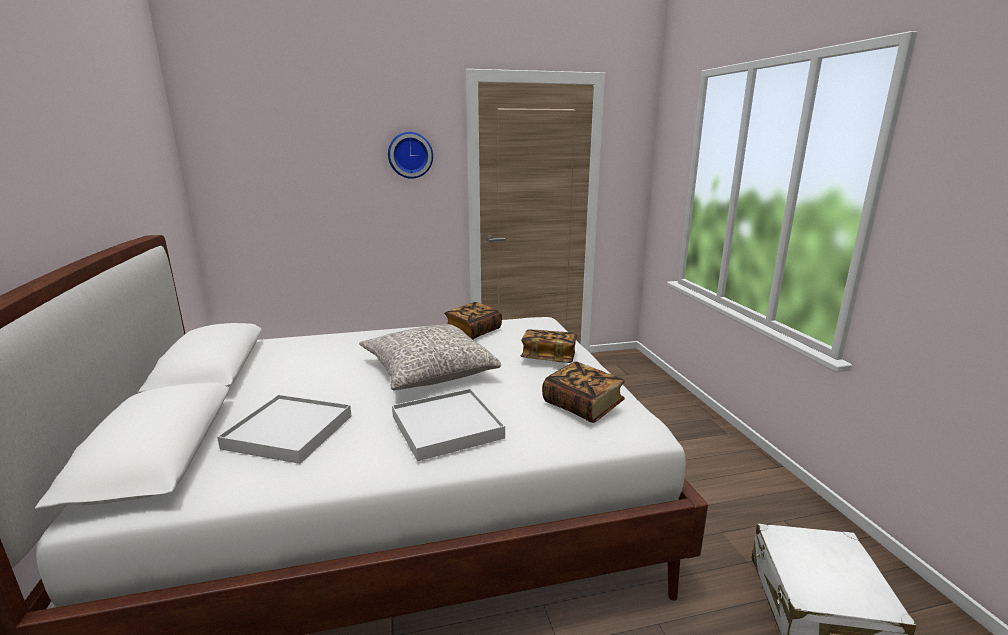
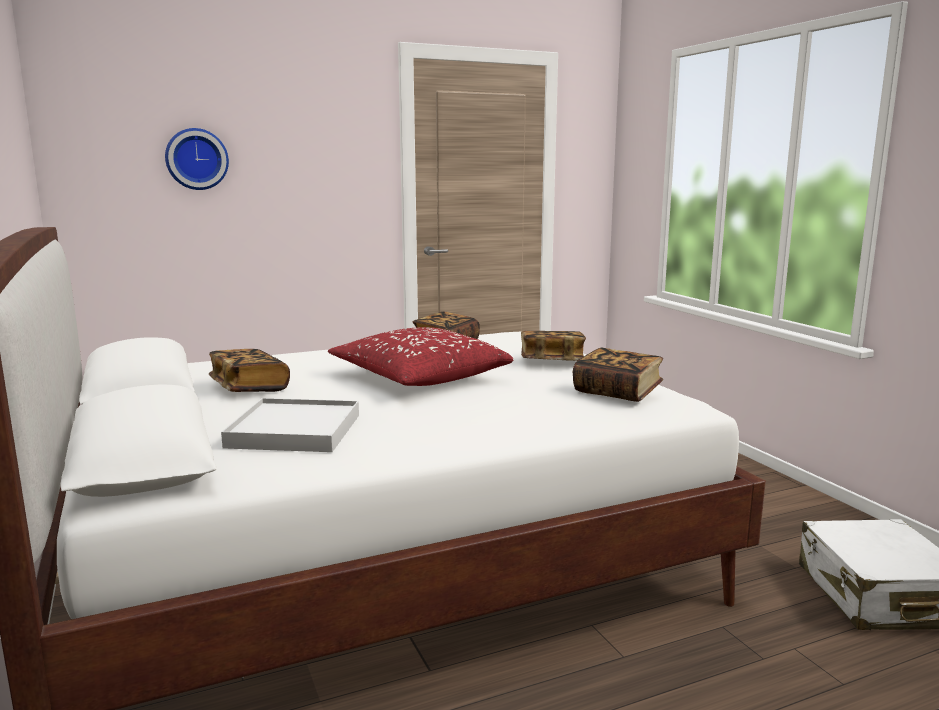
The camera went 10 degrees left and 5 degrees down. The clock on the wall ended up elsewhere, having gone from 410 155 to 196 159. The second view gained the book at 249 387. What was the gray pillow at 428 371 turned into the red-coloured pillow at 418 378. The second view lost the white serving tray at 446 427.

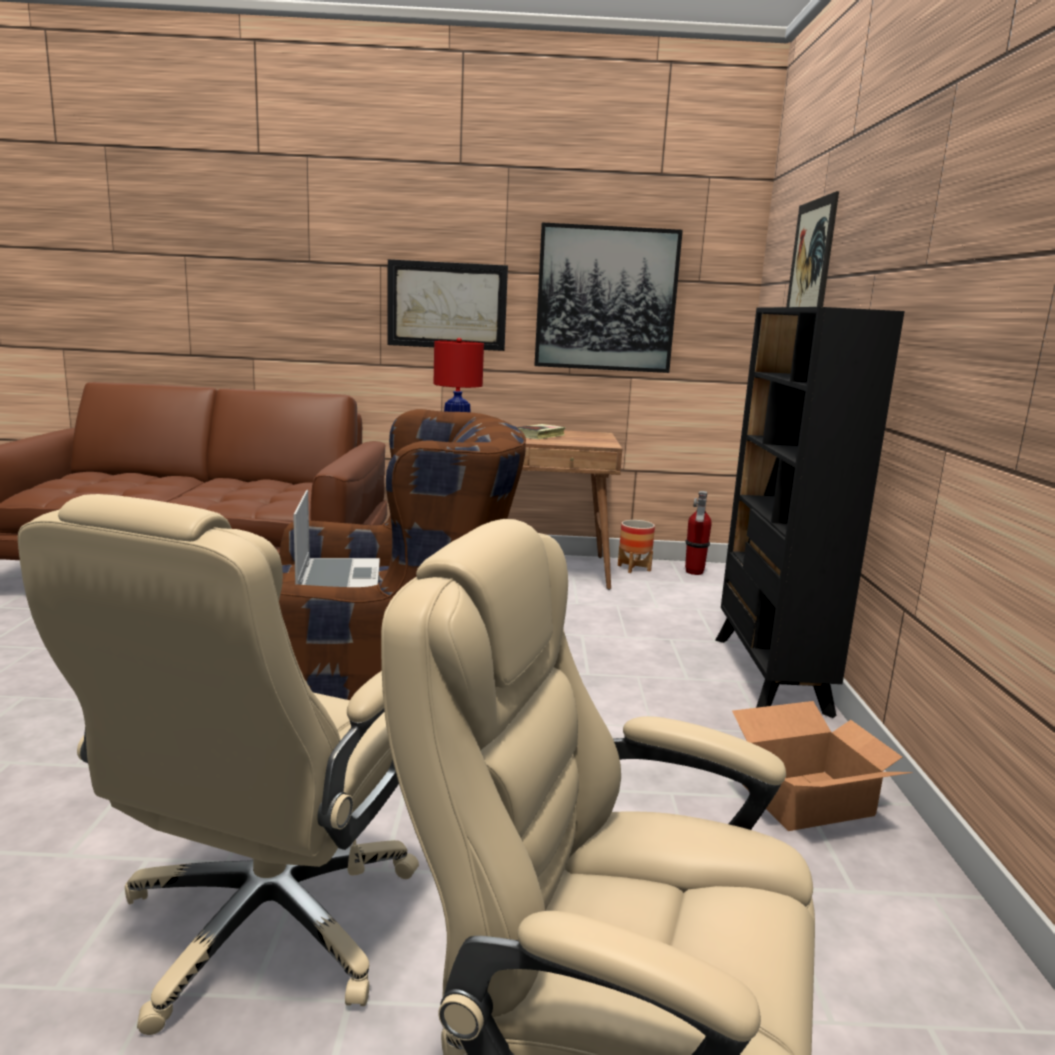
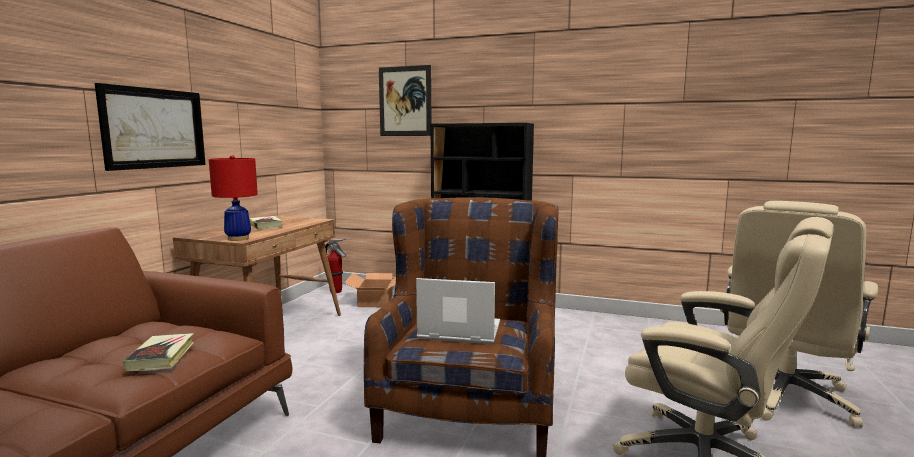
The camera went 70 degrees left and 5 degrees down. The second view gained the book at 161 356. The cardboard box ended up elsewhere, having gone from 808 800 to 376 301. The second view lost the wall picture at 606 299. The second view lost the flower pot at 634 568.

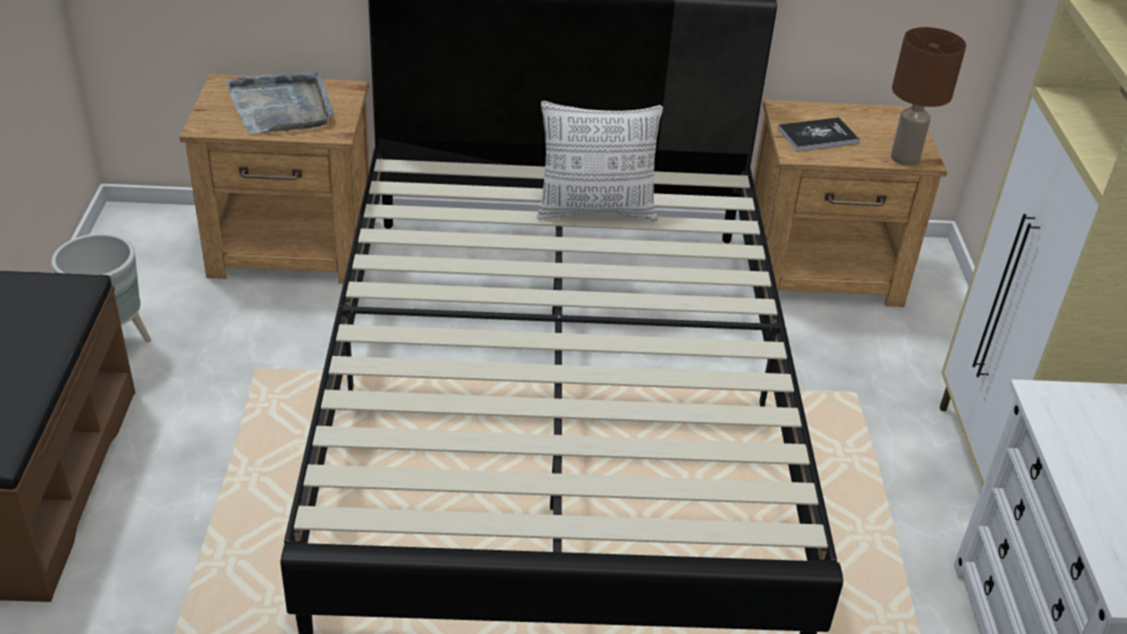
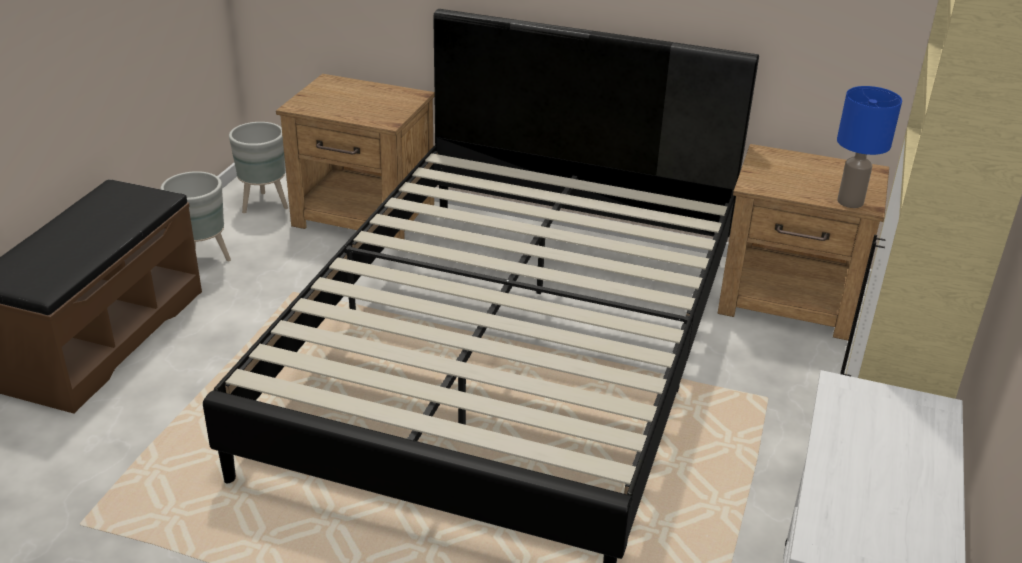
The camera went 20 degrees right and 5 degrees down. The second view gained the gray flower pot at 265 204. What was the brownish tabletop lamp at 904 158 turned into the bluish tabletop lamp at 850 202. The second view lost the gray serving tray at 282 107. The second view lost the pillow at 596 211. The second view lost the book at 817 136.

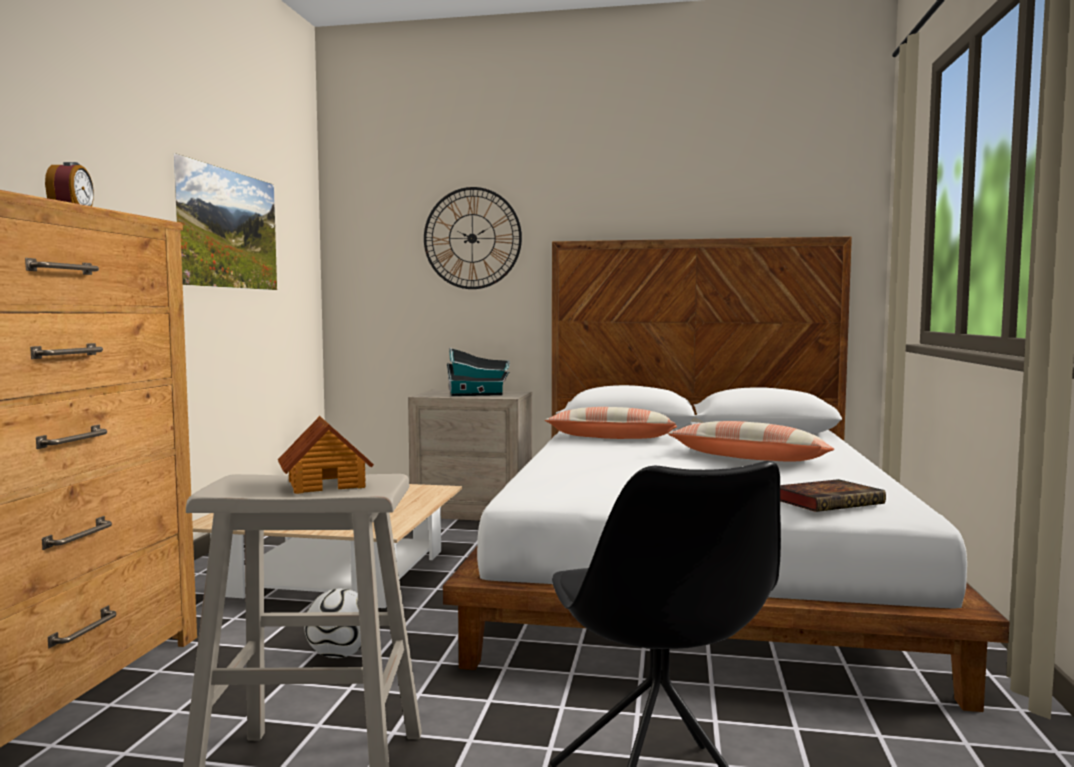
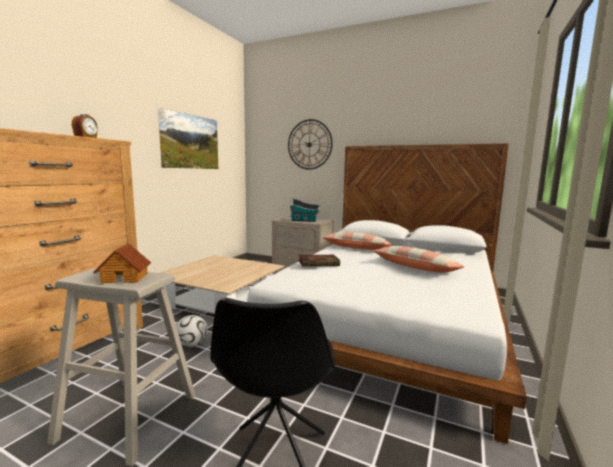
The camera went 15 degrees right and 5 degrees up. The book ended up elsewhere, having gone from 829 502 to 319 263.

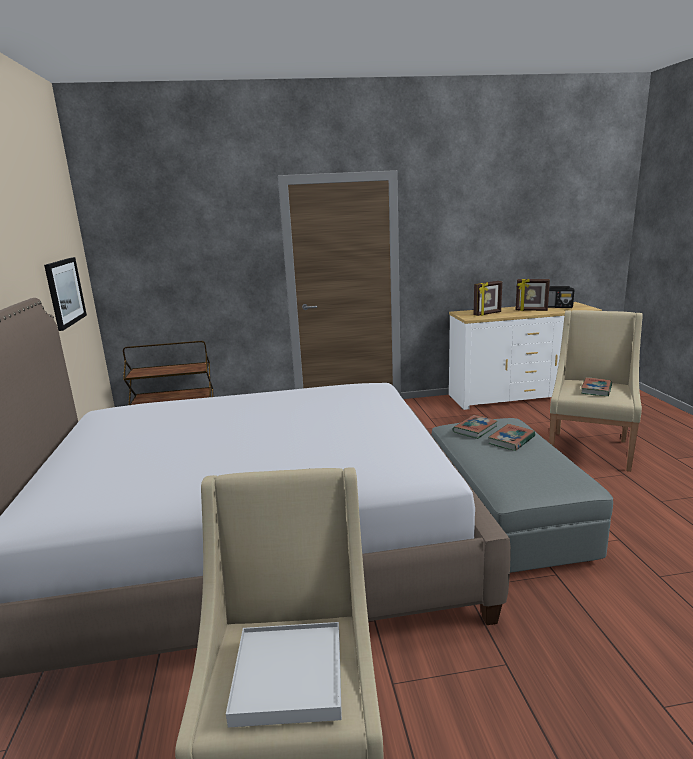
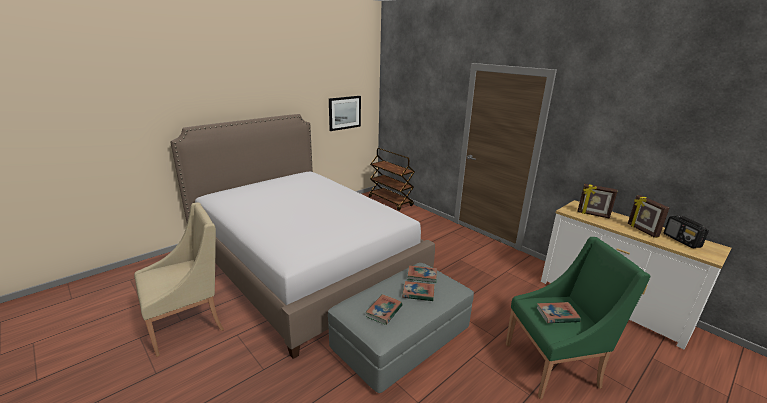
The camera went 55 degrees right and 5 degrees up. The second view gained the book at 384 311. What was the beige armchair at 589 449 turned into the green armchair at 554 365. The second view lost the white serving tray at 289 676.

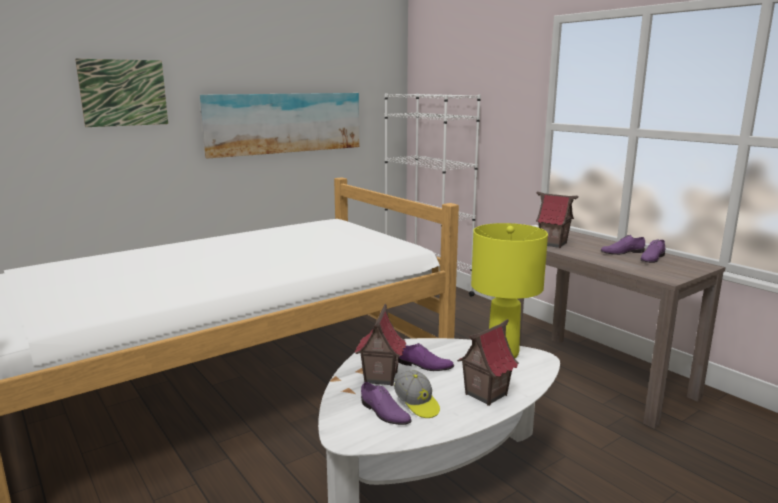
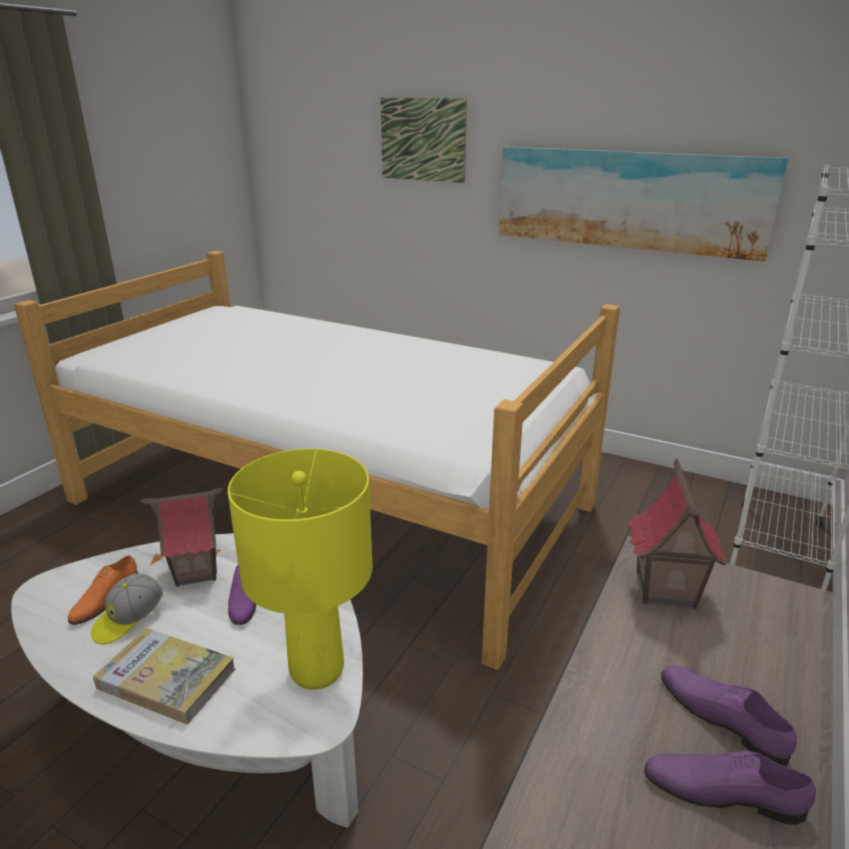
The camera went 65 degrees right and 10 degrees up. What was the purple-coloured item of footwear at 384 412 turned into the orangey item of footwear at 104 598. Where the model house stood at 485 394, the book came to stand at 166 678.

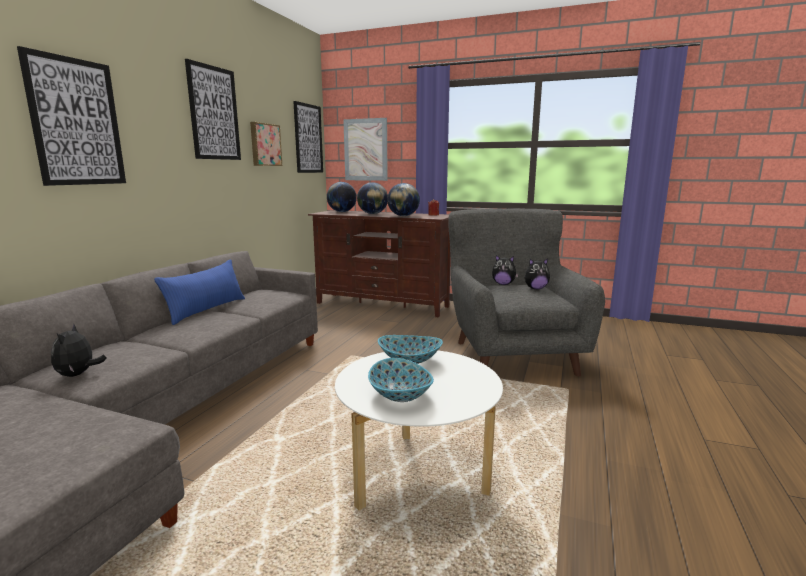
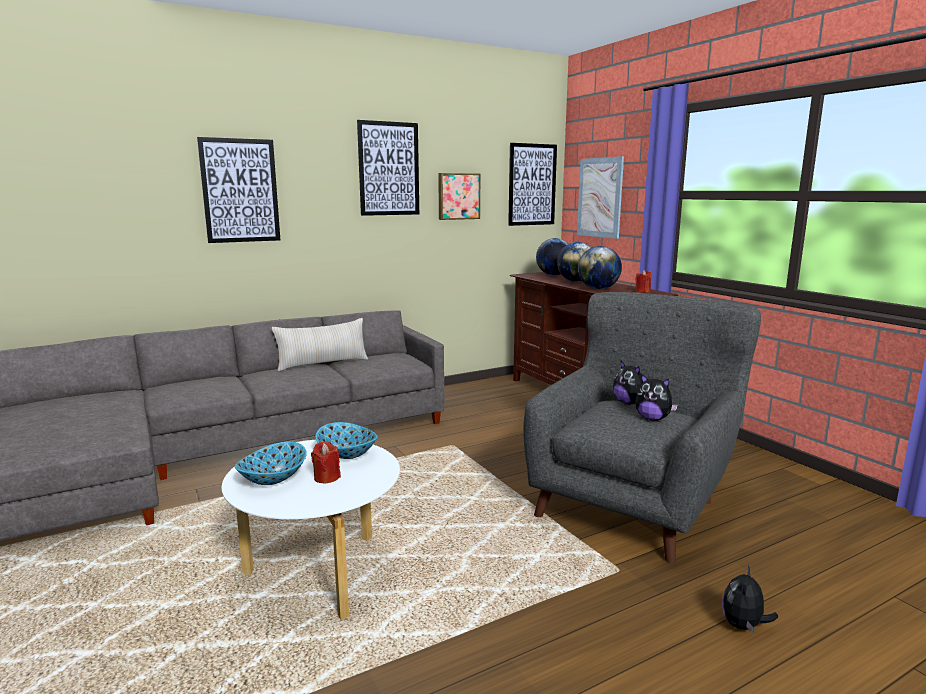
The camera went 40 degrees right and 0 degrees up. What was the bluish pillow at 206 310 turned into the beige pillow at 322 363. The second view gained the red-coloured wax light at 327 477. The plush toy ended up elsewhere, having gone from 78 374 to 743 626.

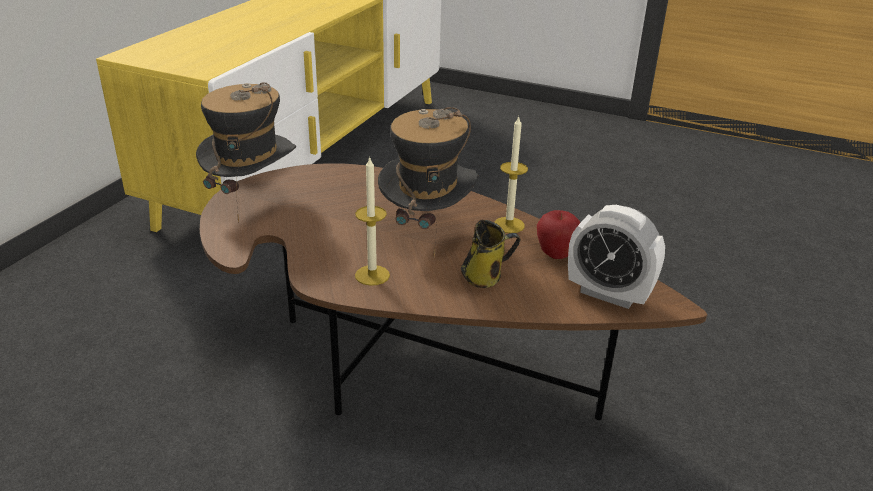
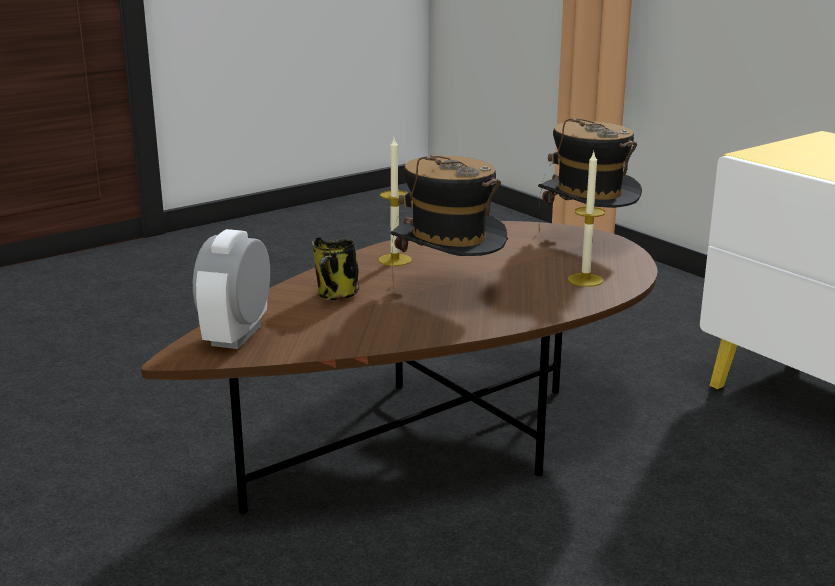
The camera went 120 degrees right and 10 degrees down. The alarm clock at 608 294 ended up facing another way, 45 degrees counterclockwise from before. The wax light ended up elsewhere, having gone from 509 225 to 585 280. The second view lost the apple fruit at 556 255.

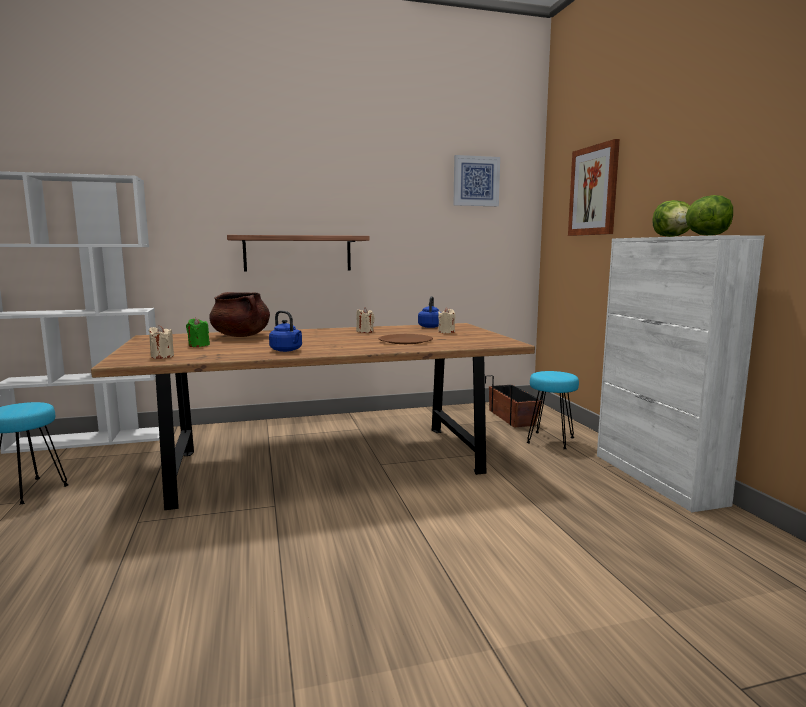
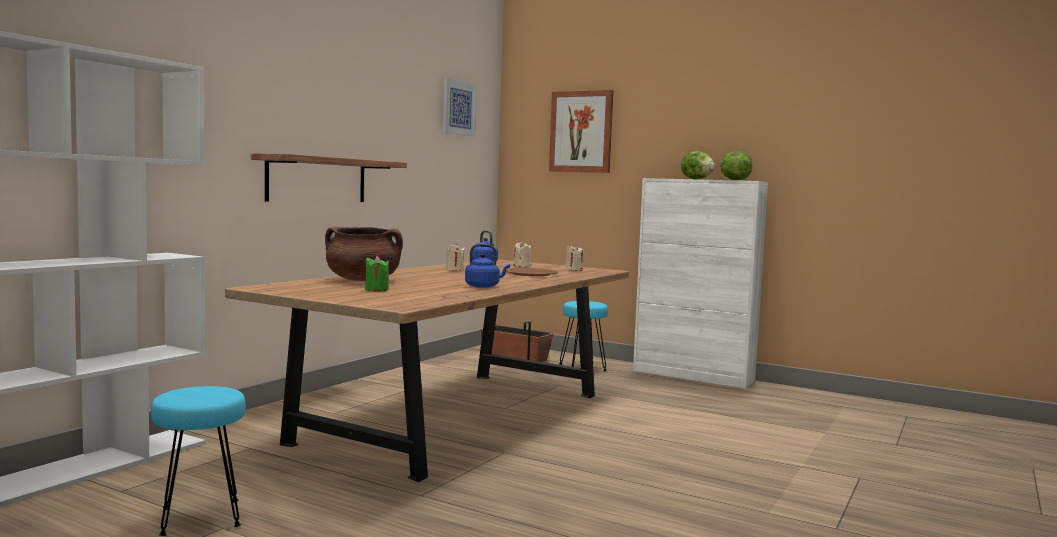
The camera went 45 degrees left and 5 degrees down. The beige wax light ended up elsewhere, having gone from 162 356 to 574 270.

